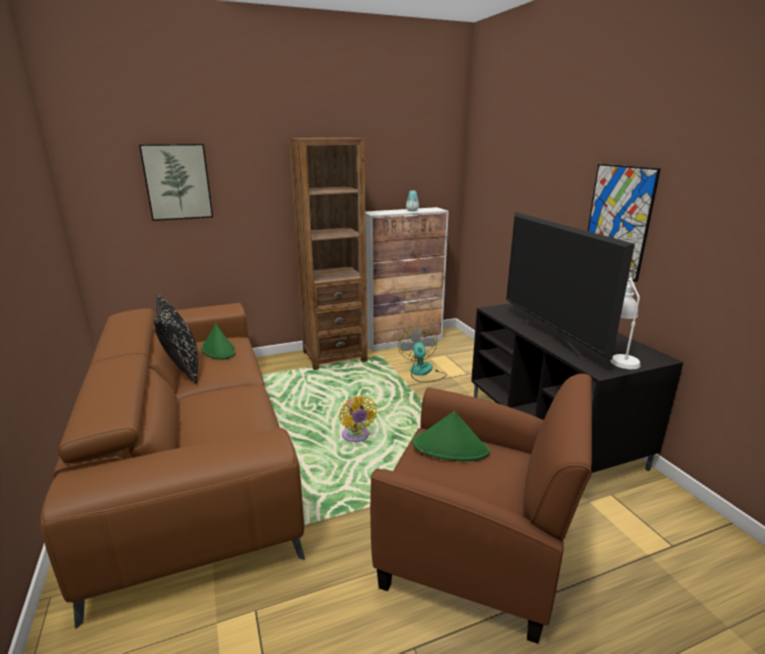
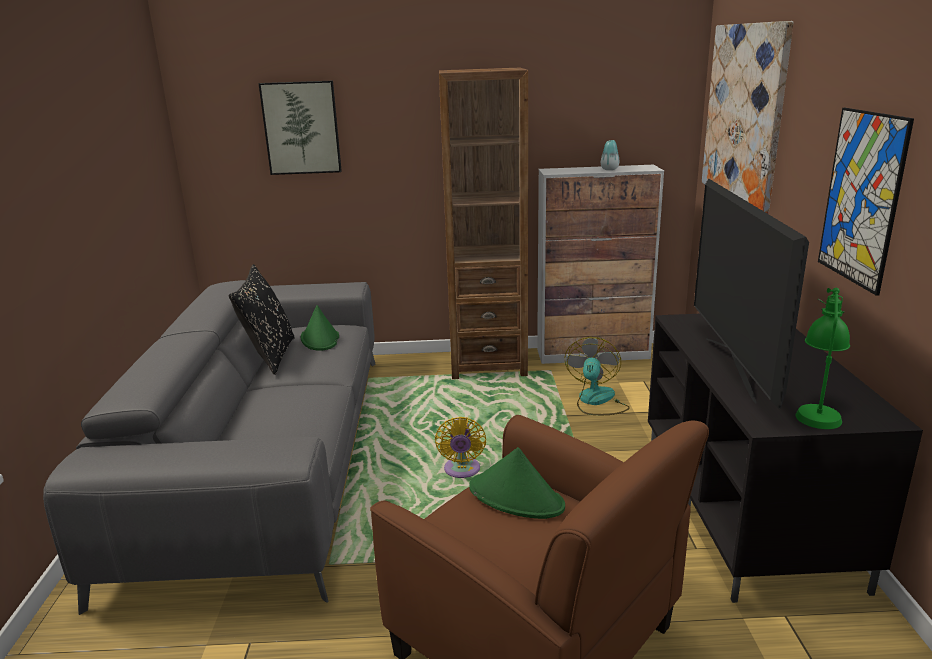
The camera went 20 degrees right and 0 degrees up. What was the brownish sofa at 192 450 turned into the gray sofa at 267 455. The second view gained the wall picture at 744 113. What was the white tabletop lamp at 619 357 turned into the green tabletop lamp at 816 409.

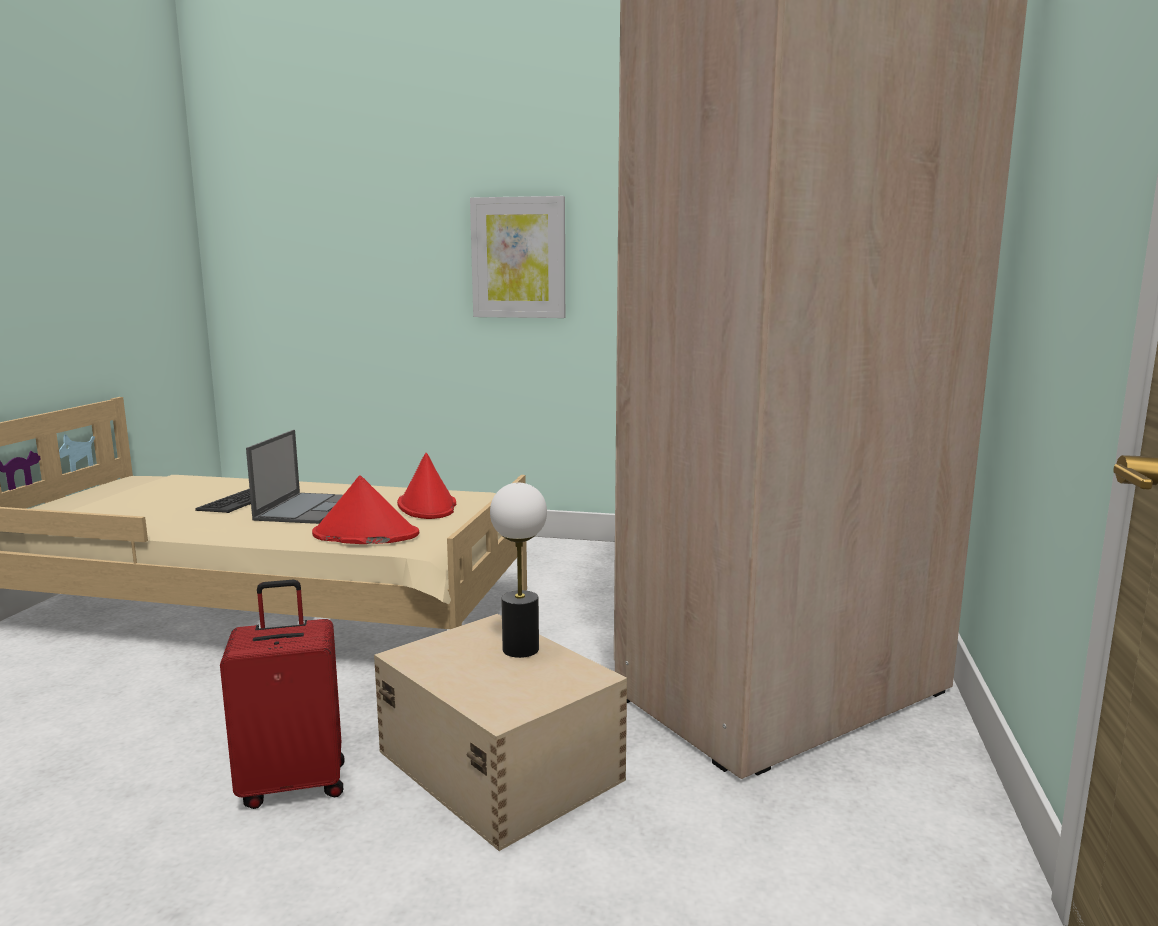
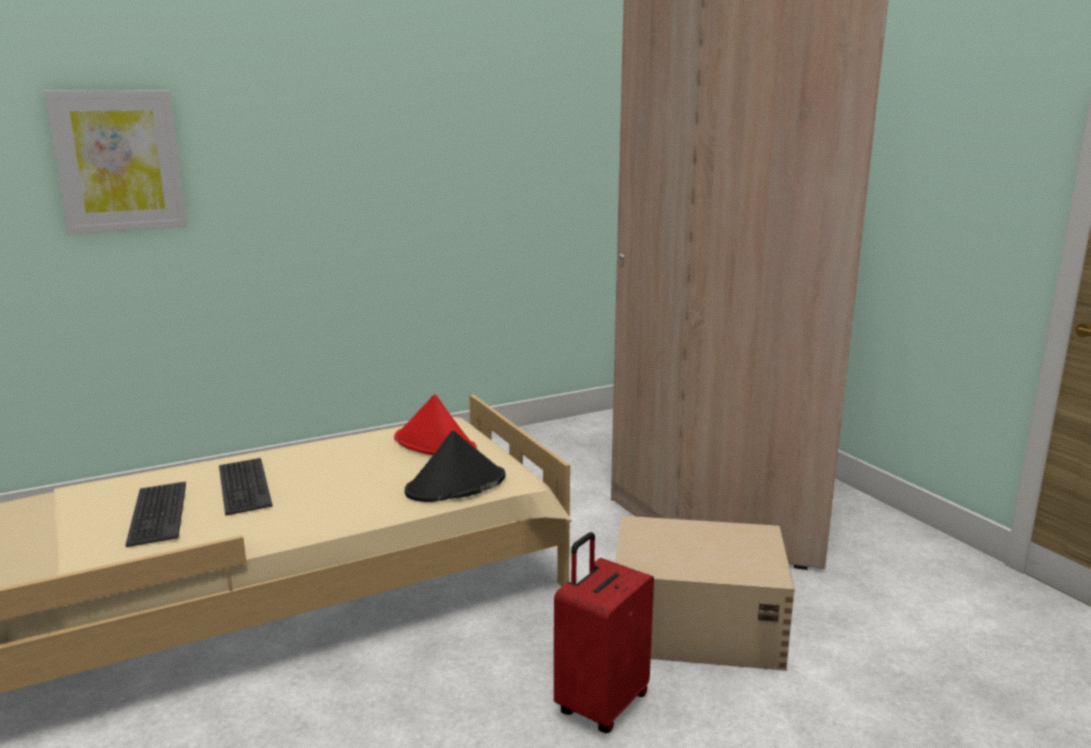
The camera went 40 degrees left and 5 degrees up. The wall picture ended up elsewhere, having gone from 518 258 to 118 161. The second view gained the keyboard at 156 514. What was the red-coloured hat at 365 535 turned into the blackish hat at 455 485. The second view lost the notebook computer at 307 508. The second view lost the tabletop lamp at 520 649.

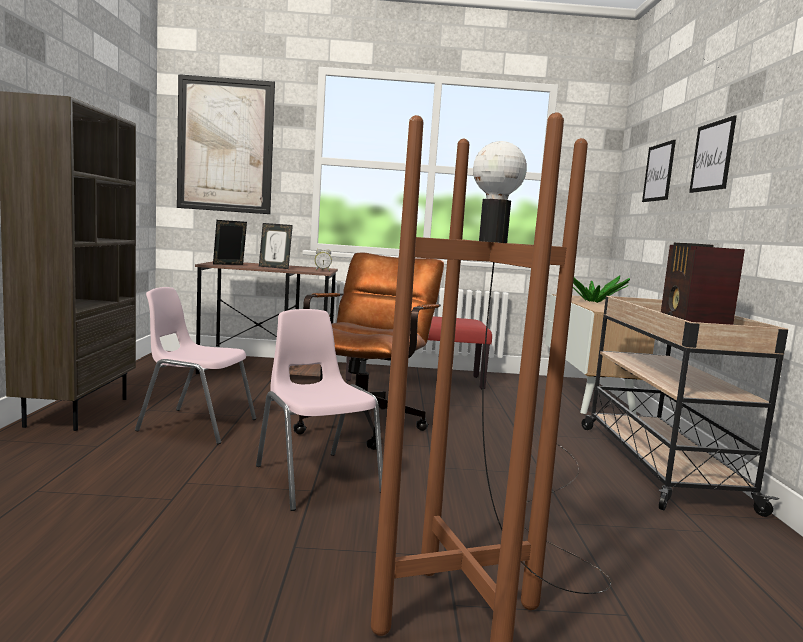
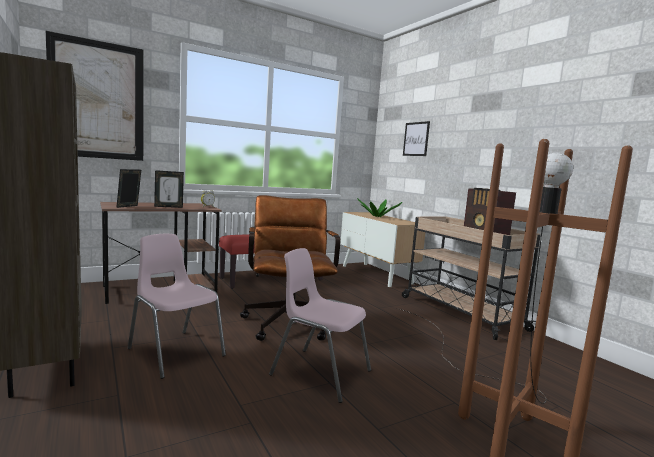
The camera went 30 degrees left and 0 degrees up. The pink chair at 196 425 ended up facing another way, 60 degrees clockwise from before. The second view lost the wall picture at 712 156.

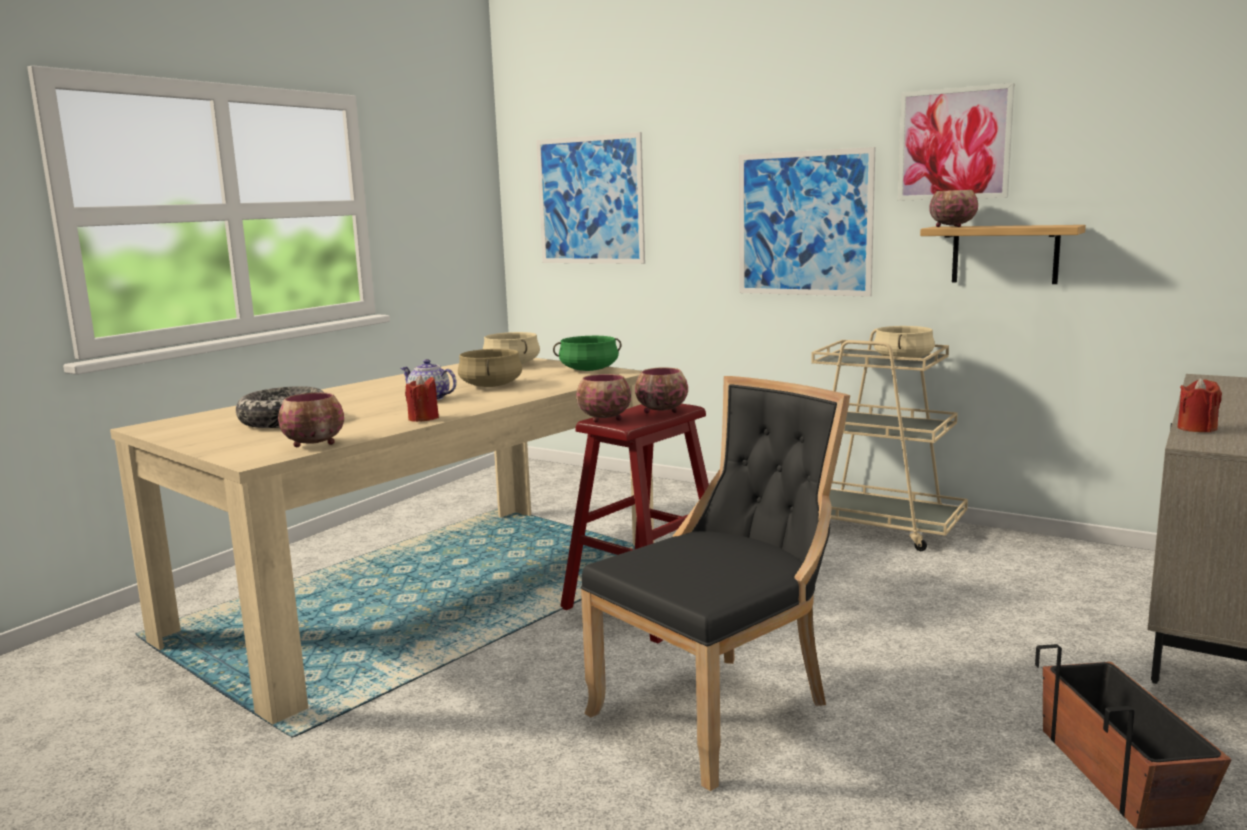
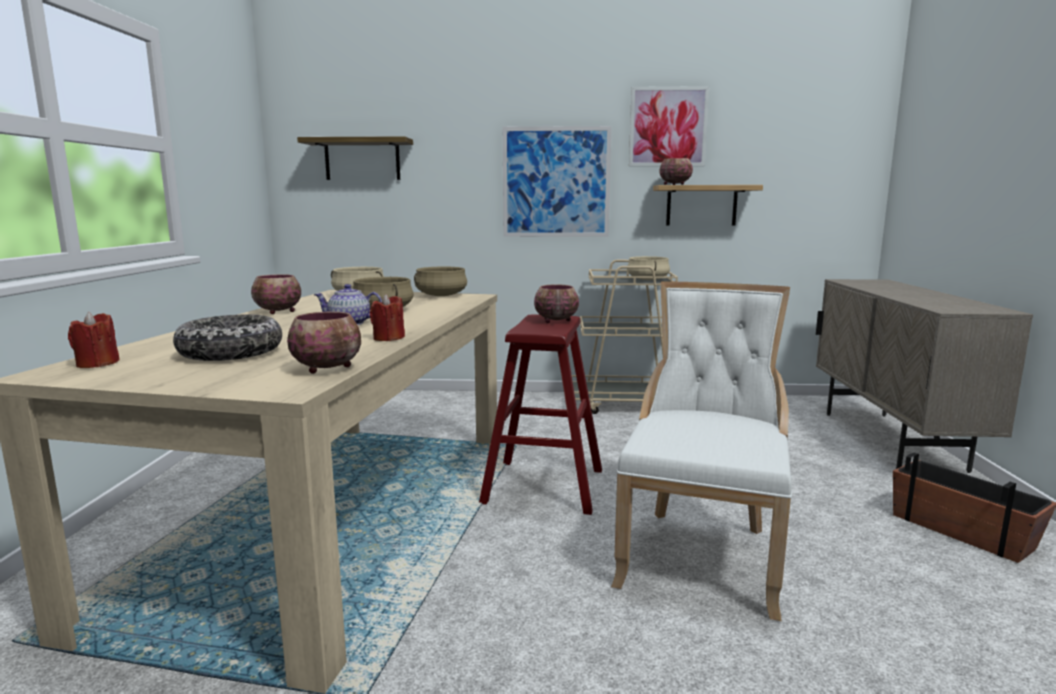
The camera went 30 degrees left and 0 degrees up. The red-coloured wax light ended up elsewhere, having gone from 1196 428 to 97 364. The bowl ended up elsewhere, having gone from 604 419 to 278 312. Where the wall picture hung at 590 200, the bracket shelf came to hang at 362 159. What was the green cooking pot at 589 370 turned into the beige cooking pot at 441 295. What was the blackish chair at 720 710 turned into the white chair at 701 554.

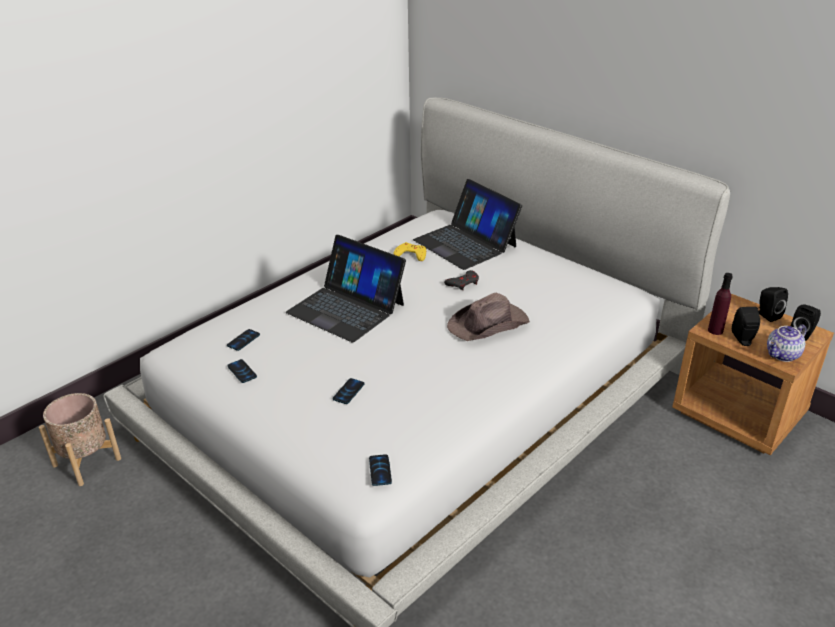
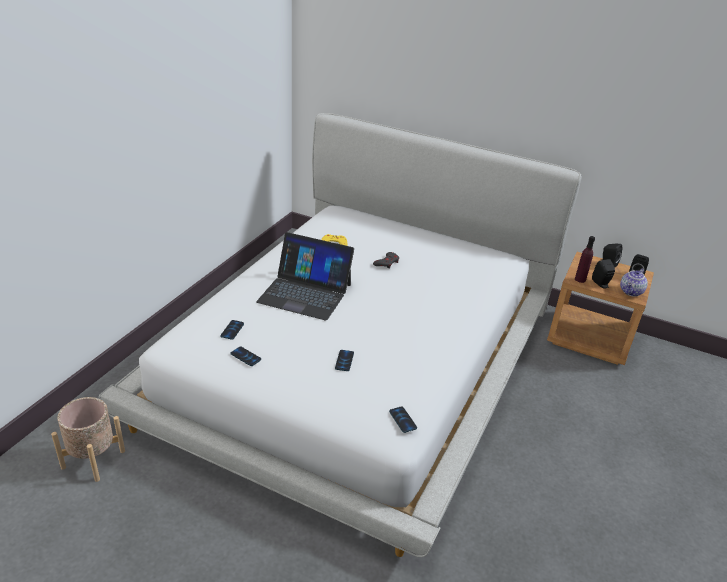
The camera went 20 degrees left and 0 degrees up. The second view lost the notebook computer at 465 243. The second view lost the brownish hat at 489 324.

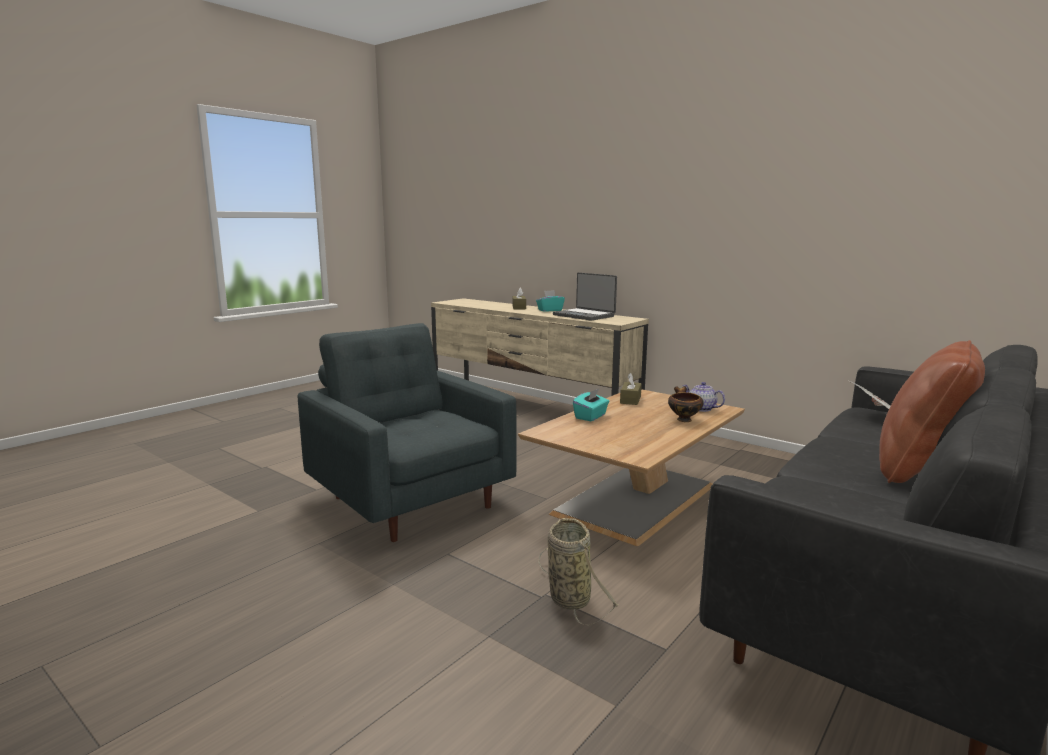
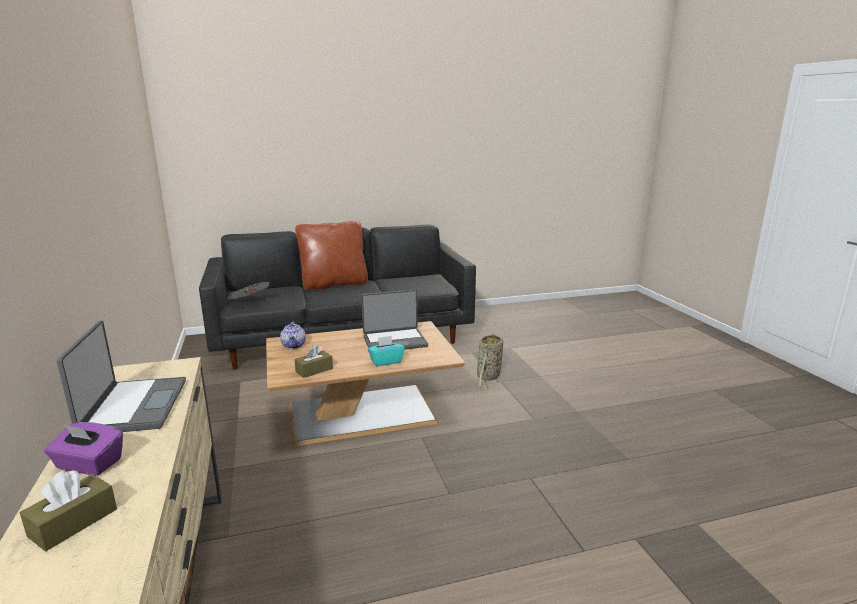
The camera went 145 degrees left and 5 degrees up. What was the blue-green box of tissues at 550 310 turned into the purple-coloured box of tissues at 89 465. The second view gained the notebook computer at 394 341. The second view lost the gray armchair at 411 500. The second view lost the bowl at 683 419.

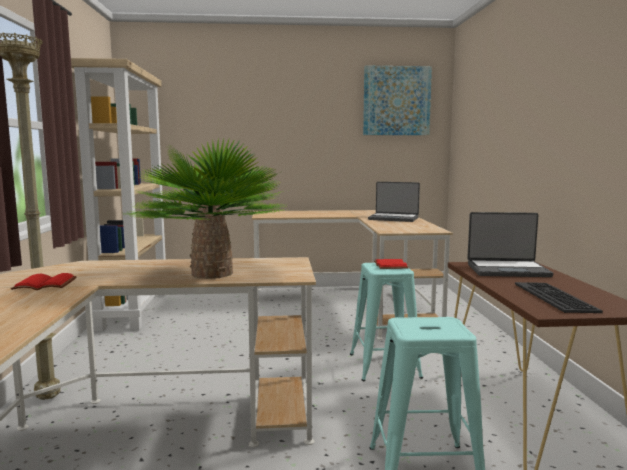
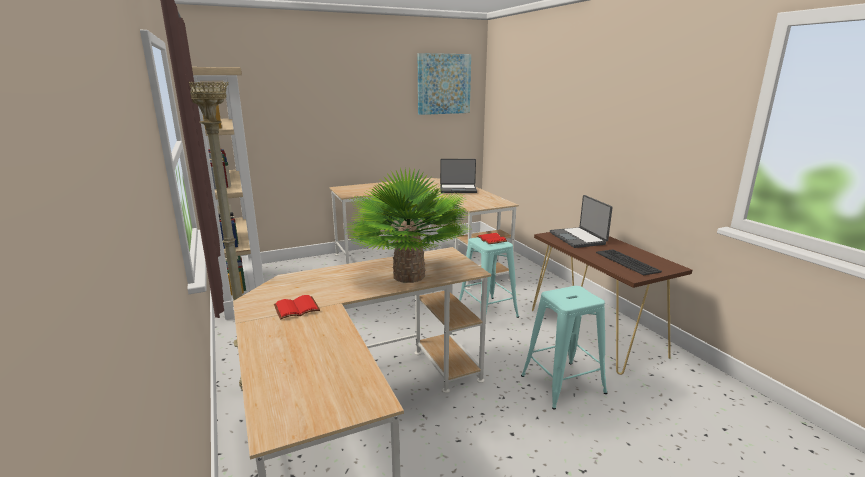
The camera went 20 degrees left and 10 degrees up. The notebook computer at 507 270 ended up facing another way, 90 degrees clockwise from before.

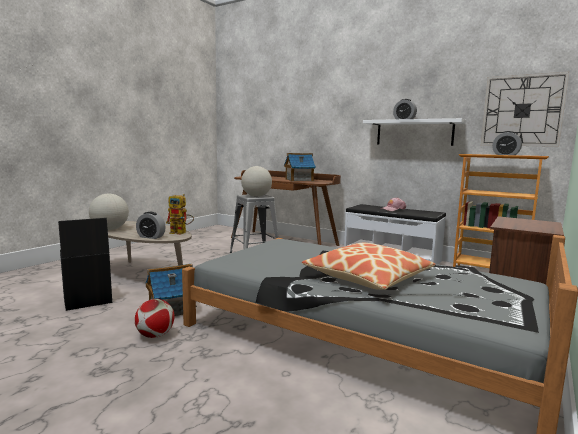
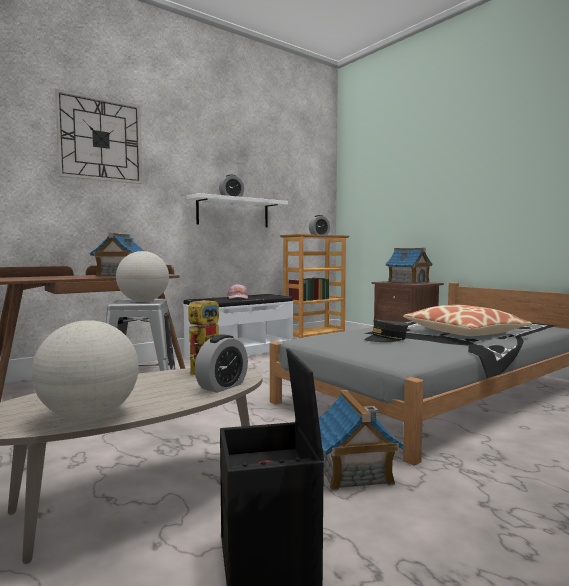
The camera went 70 degrees left and 5 degrees down. The clock on the wall ended up elsewhere, having gone from 522 110 to 100 139. The second view gained the gray peaked cap at 386 339. The second view gained the model house at 408 282. The second view lost the football ball at 155 335.

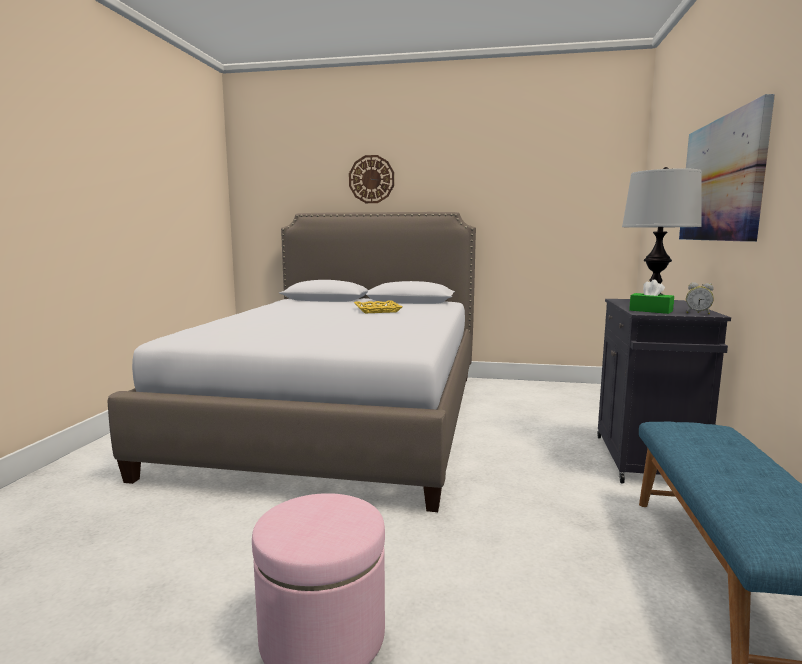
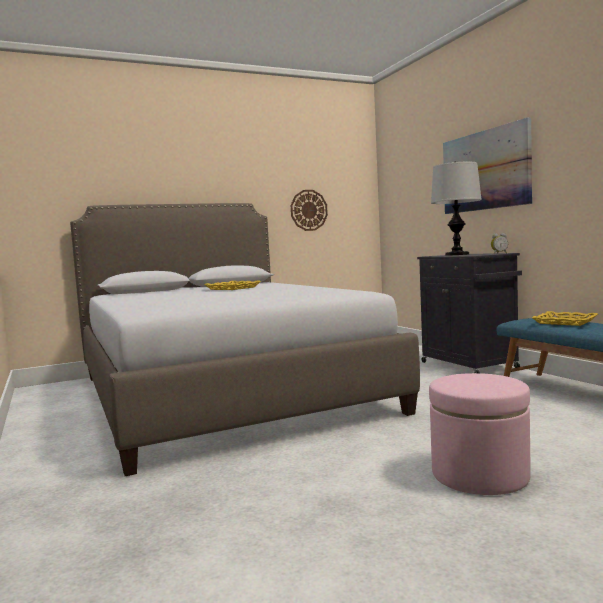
The camera went 35 degrees left and 5 degrees down. The clock on the wall ended up elsewhere, having gone from 371 179 to 308 210. The second view gained the yellow serving tray at 565 322. The second view lost the green box of tissues at 650 311.

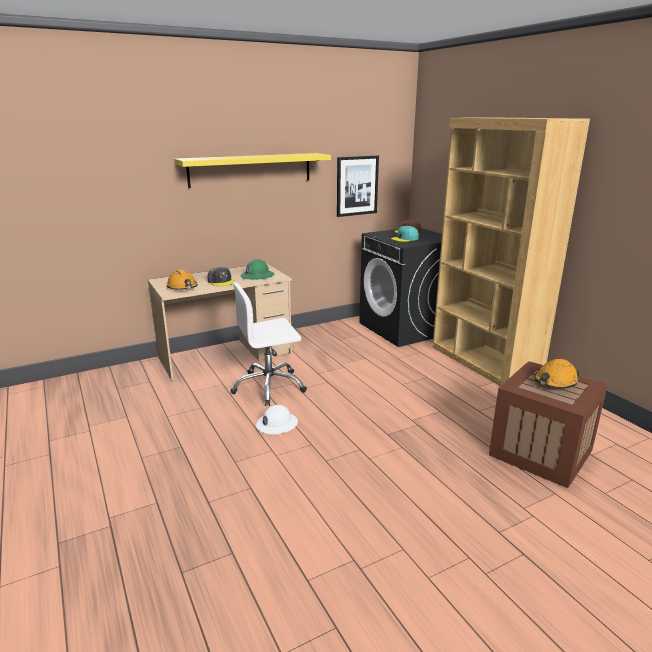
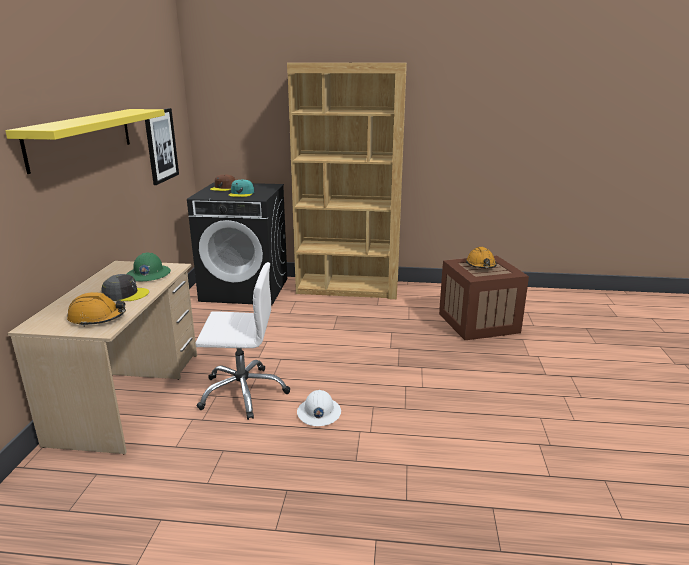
The camera went 55 degrees left and 0 degrees up. The white computer chair at 269 387 ended up facing another way, 105 degrees counterclockwise from before.

